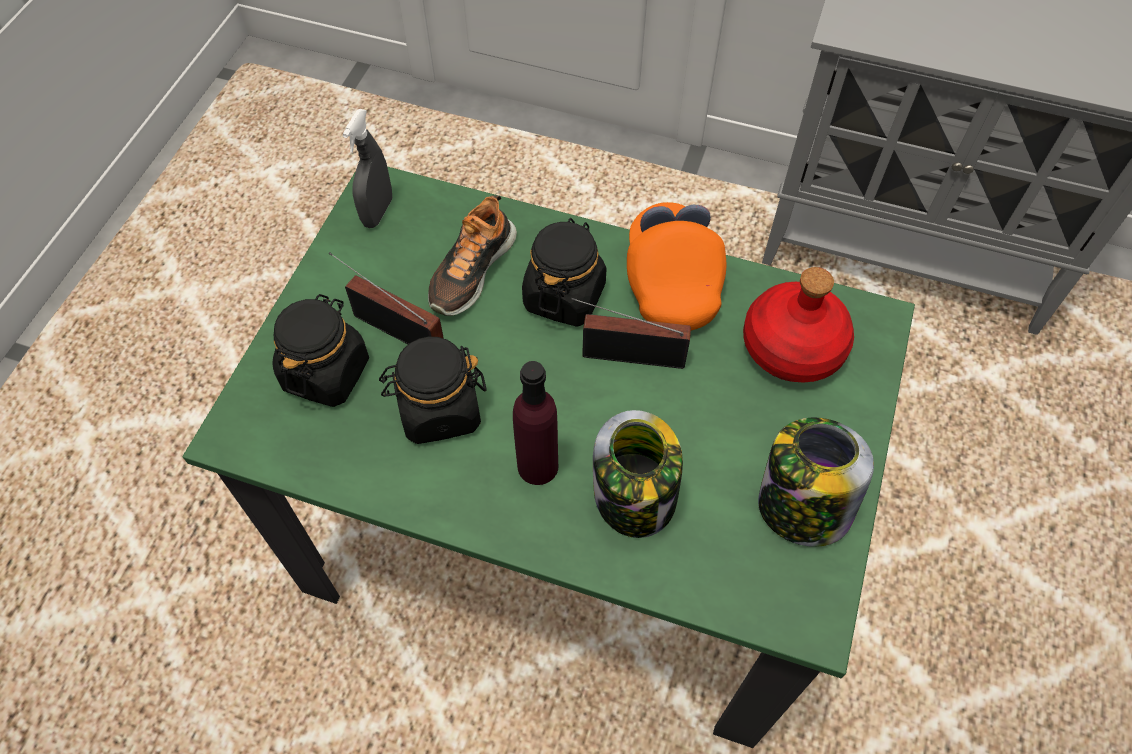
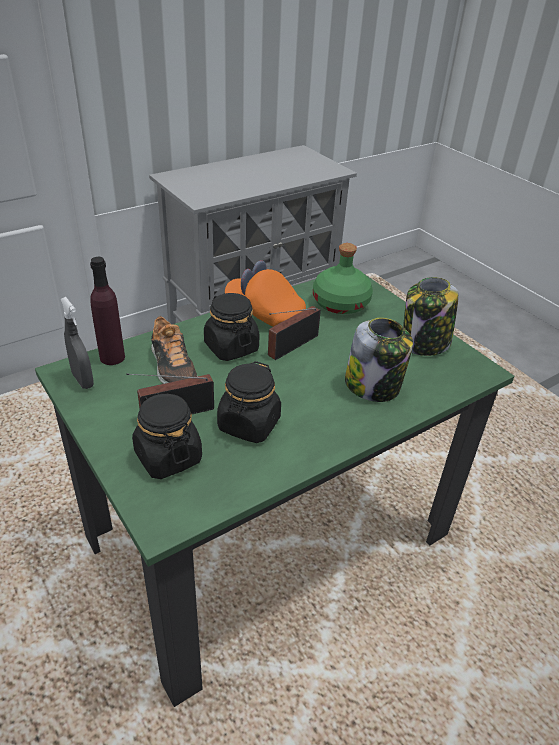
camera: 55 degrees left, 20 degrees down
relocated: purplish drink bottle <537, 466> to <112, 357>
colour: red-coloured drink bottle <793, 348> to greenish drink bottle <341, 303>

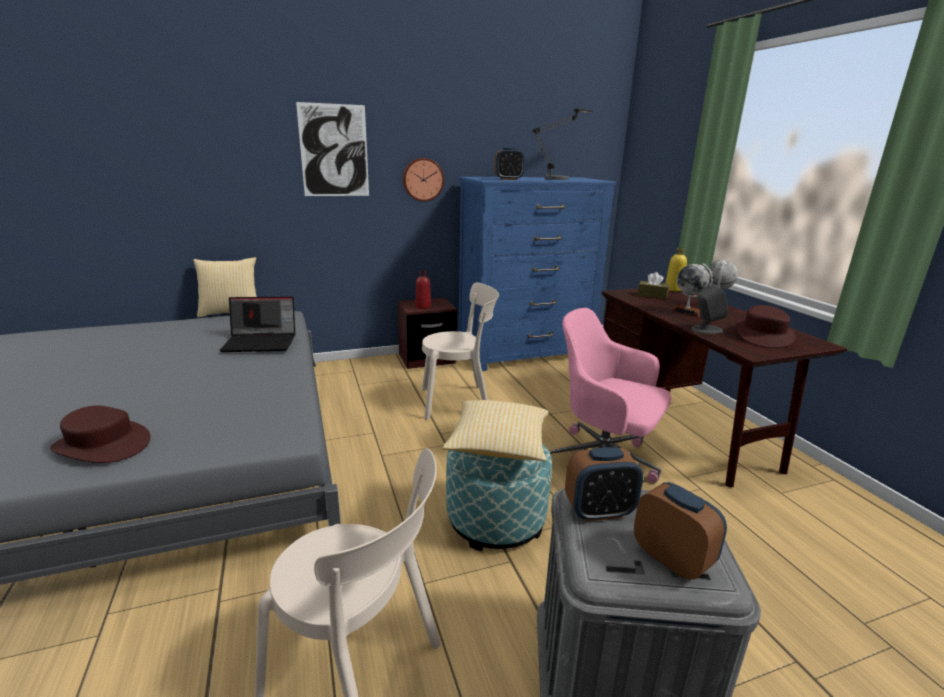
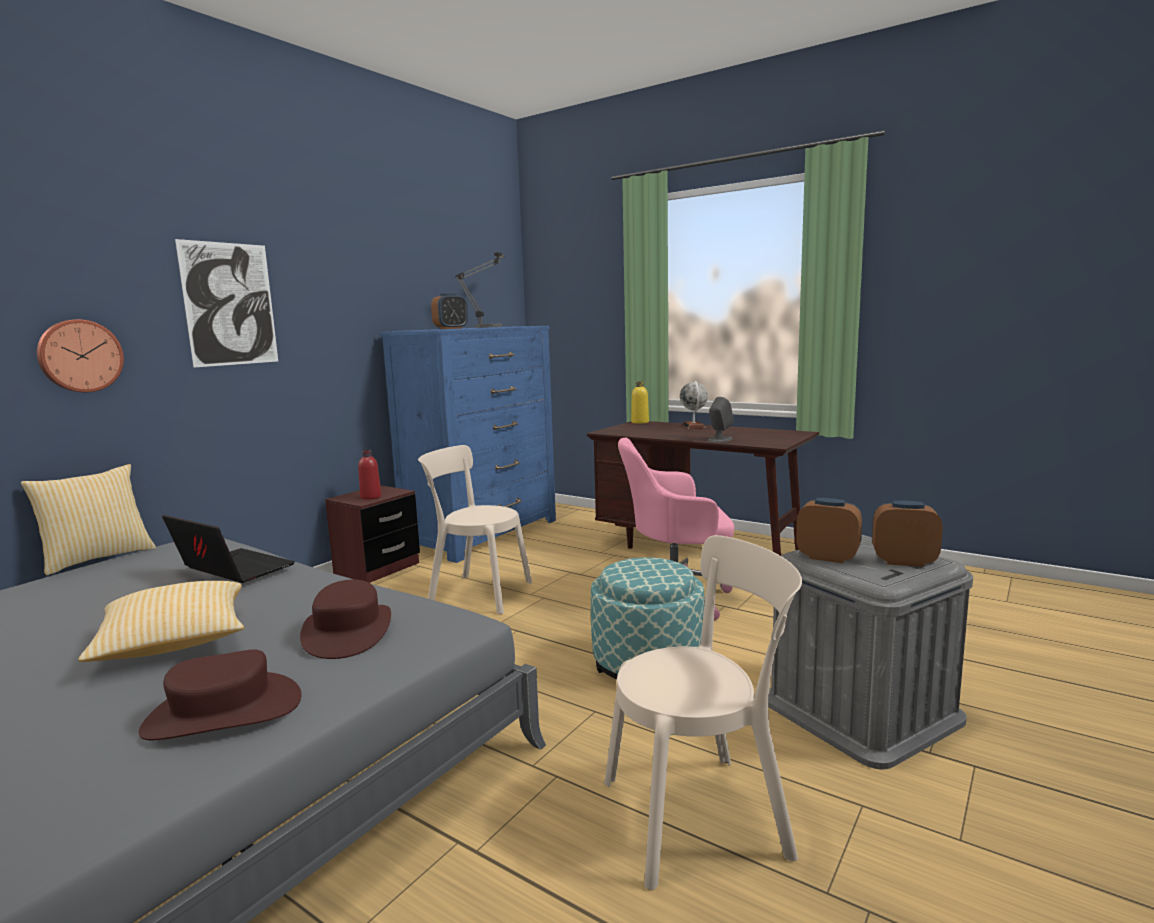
camera: 35 degrees left, 10 degrees down
missing: brown-coloured tissue box <652, 295>; globe <687, 311>
relocated: clock on the wall <422, 179> to <80, 356>; throw pillow <498, 446> to <174, 643>; brown-coloured clothing hat <763, 336> to <348, 631>
spun: laptop <261, 342> = <231, 569> 105 degrees counterclockwise; beige plain chair <459, 402> = <476, 593> 120 degrees counterclockwise; table clock <599, 511> = <827, 557> 105 degrees counterclockwise

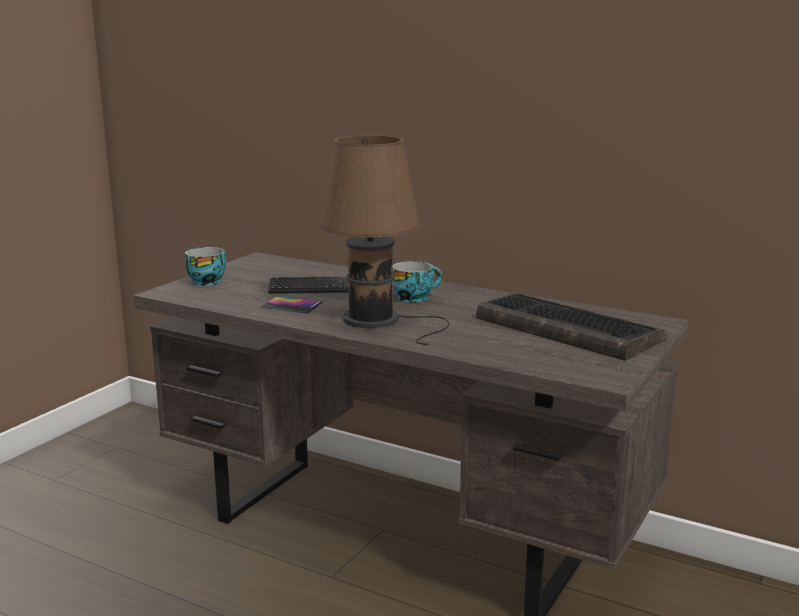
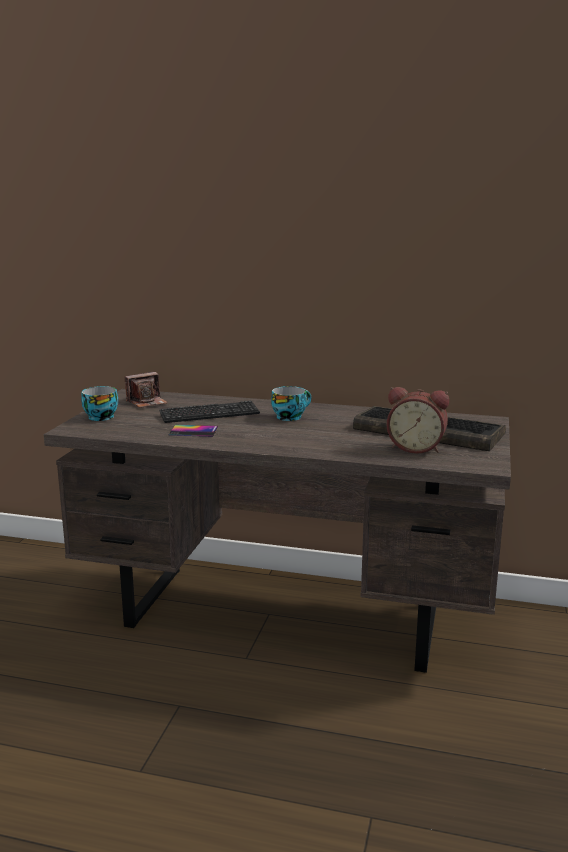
camera: 15 degrees left, 0 degrees up
missing: brown-coloured tabletop lamp <377, 320>
appeared: still camera <147, 402>; table clock <416, 448>

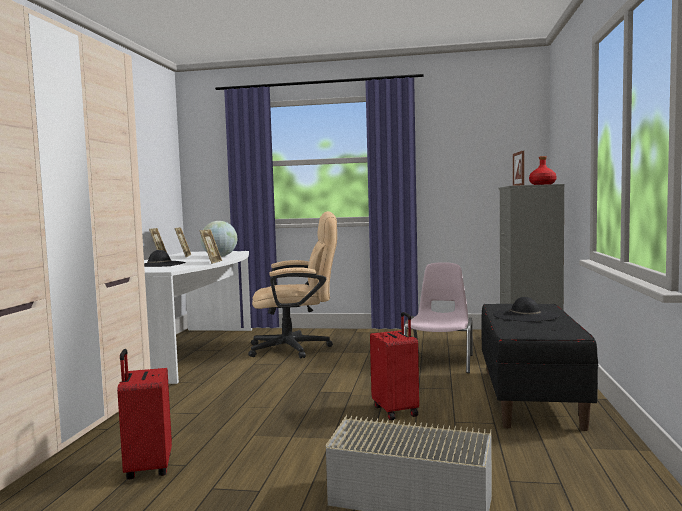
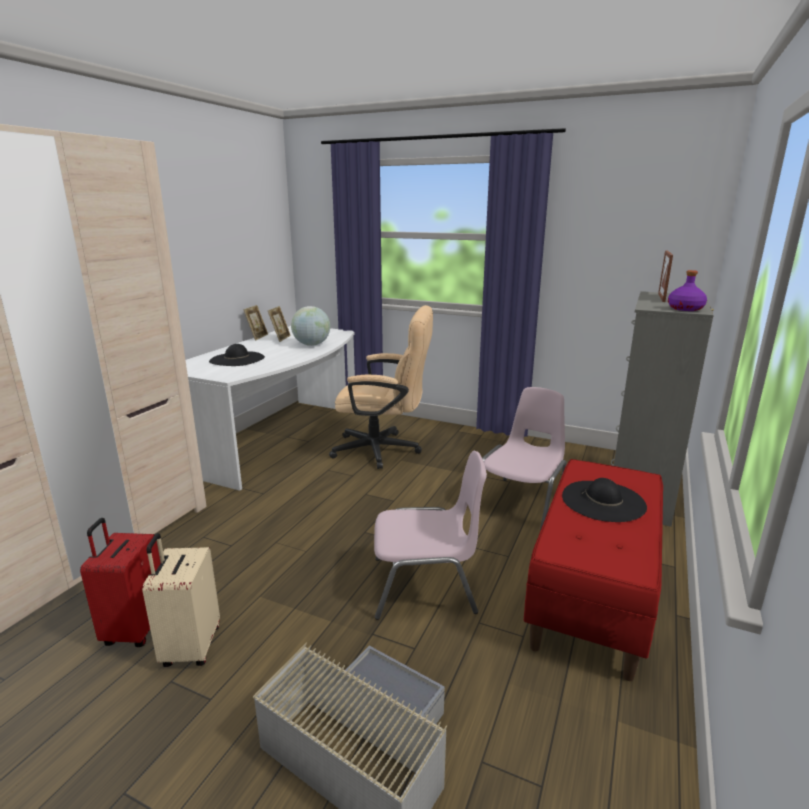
camera: 15 degrees right, 15 degrees up
missing: photo frame <211, 262>
appeared: beige suitcase <190, 647>
exchanged: red-coloured suitcase <396, 411> to pinkish plain chair <425, 586>
colour: blackish indoor bench <531, 397> to red-coloured indoor bench <593, 595>; red-coloured drink bottle <542, 184> to purplish drink bottle <685, 309>

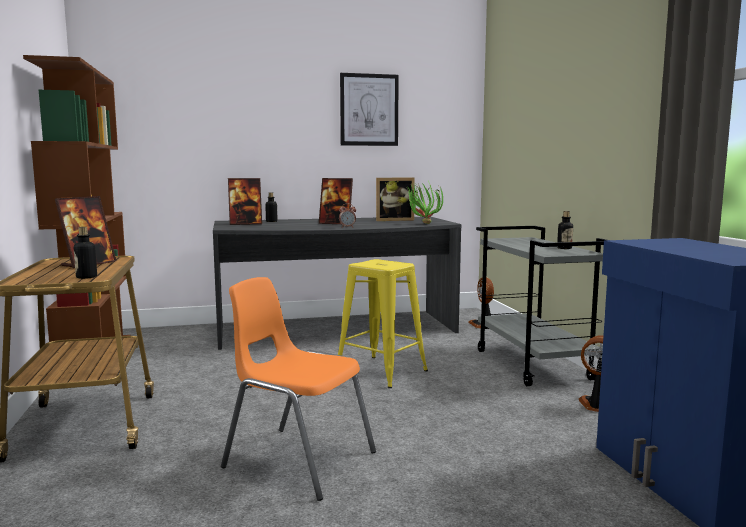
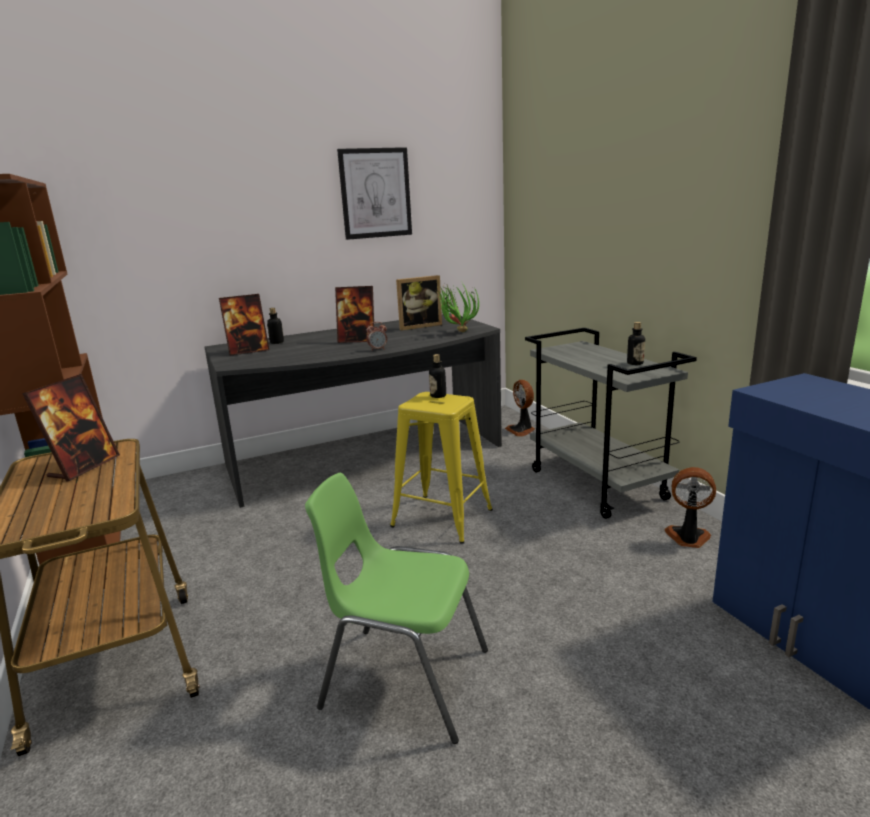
camera: 10 degrees left, 10 degrees up
relocated: drink bottle <86, 277> to <438, 396>
colour: orange plain chair <297, 459> to greenish plain chair <403, 678>

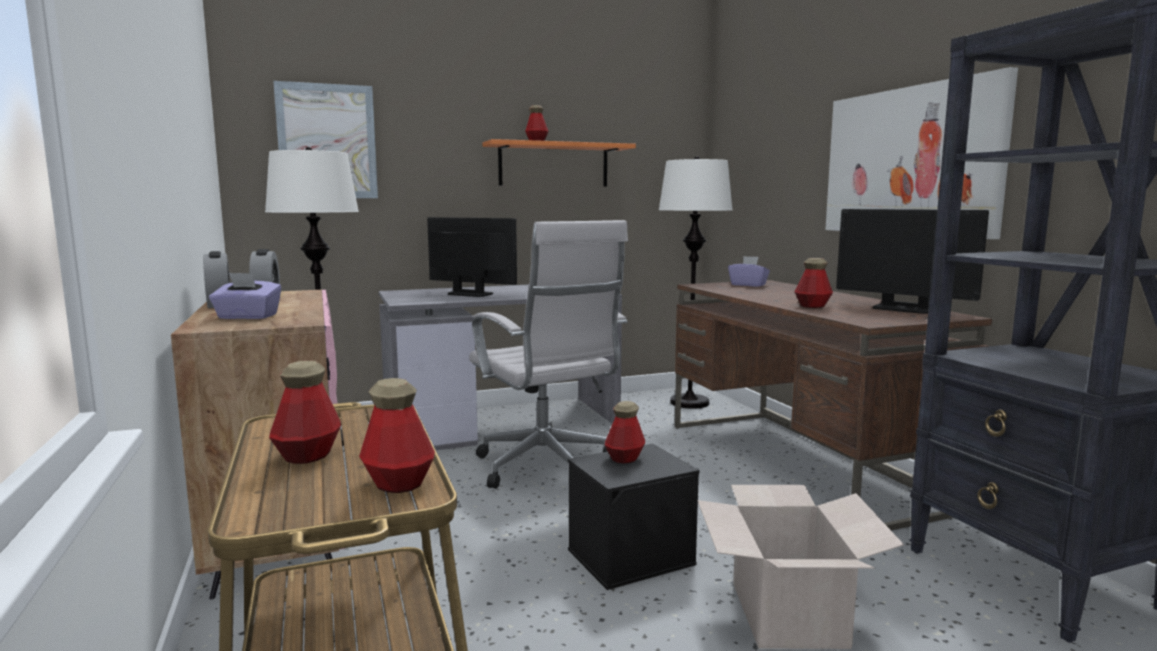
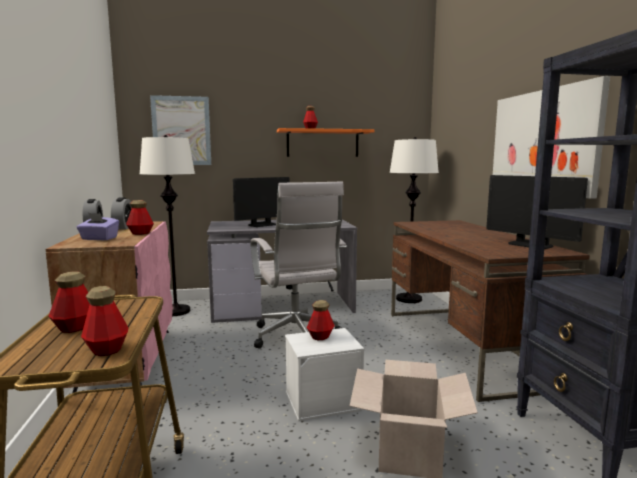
camera: 10 degrees right, 0 degrees up
missing: purplish tissue box <748, 285>
relocated: drink bottle <812, 306> to <140, 233>
colour: blackish storage box <631, 556> to whitish storage box <323, 400>
spun: computer screen <470, 294> = <262, 225> 105 degrees clockwise

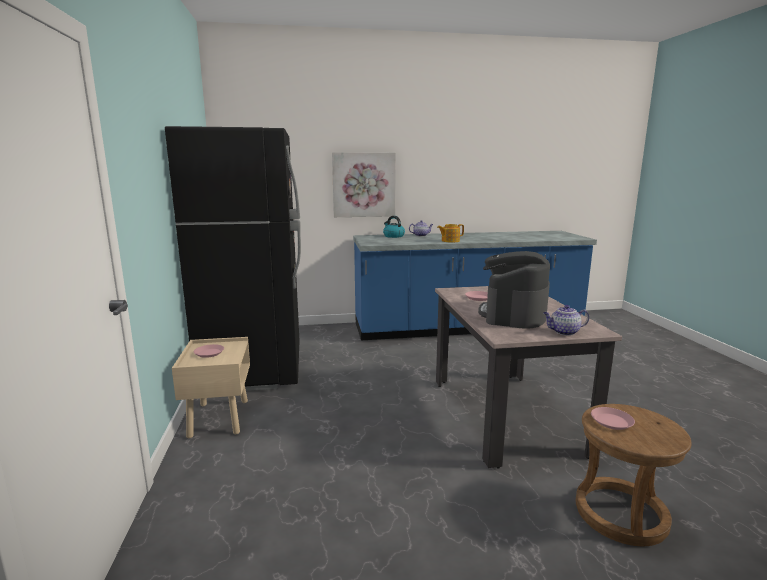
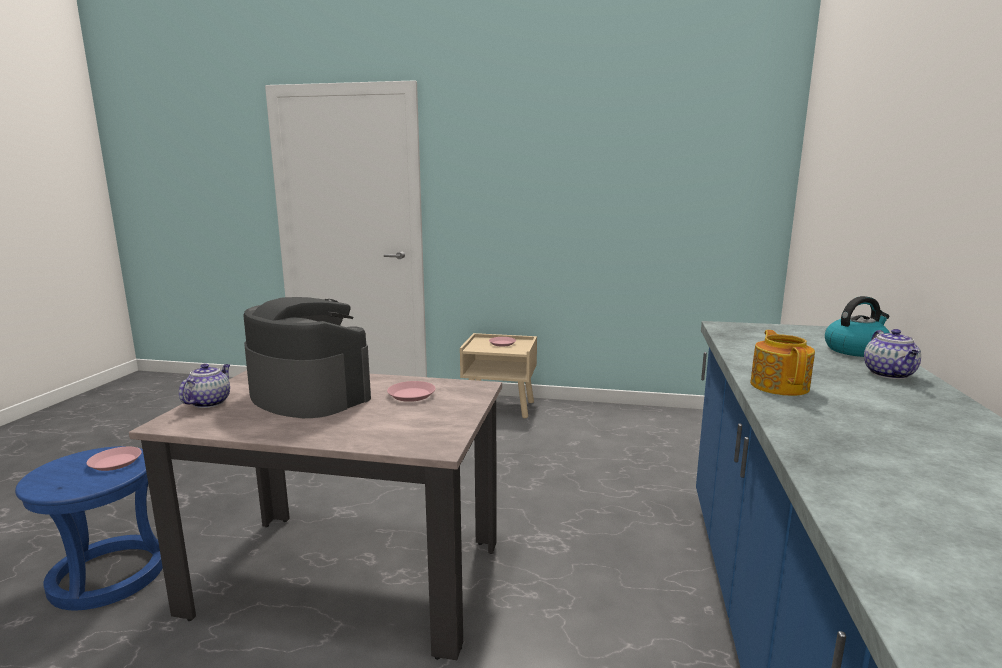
camera: 110 degrees right, 0 degrees up
missing: blackish kitchen fridge <254, 368>; picture <364, 185>
colour: brown-coloured stool seat <620, 514> to bluish stool seat <108, 575>

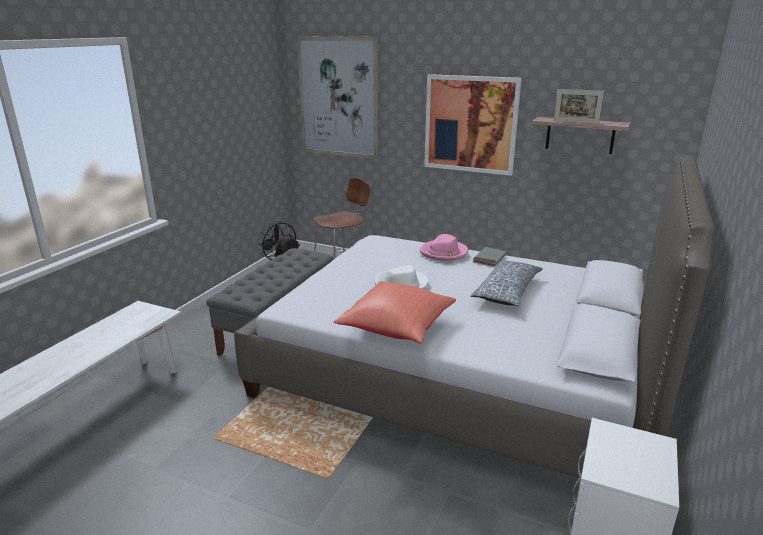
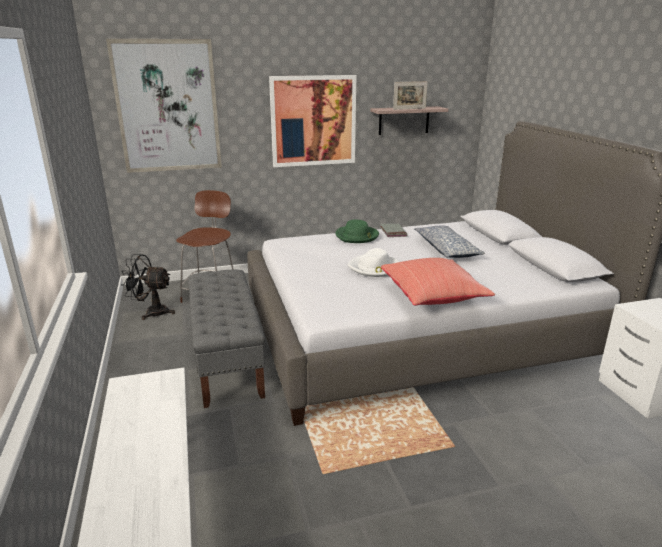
camera: 40 degrees left, 0 degrees up
colour: pinkish clothing hat <444, 252> to greenish clothing hat <357, 236>

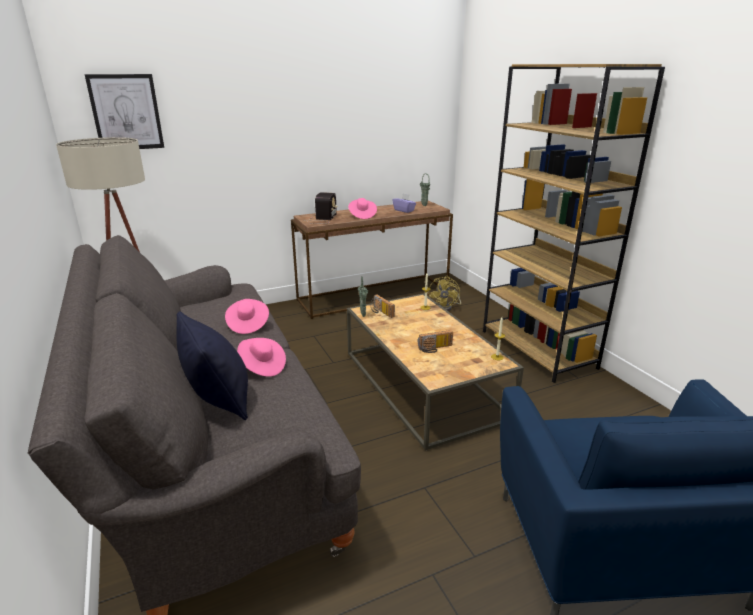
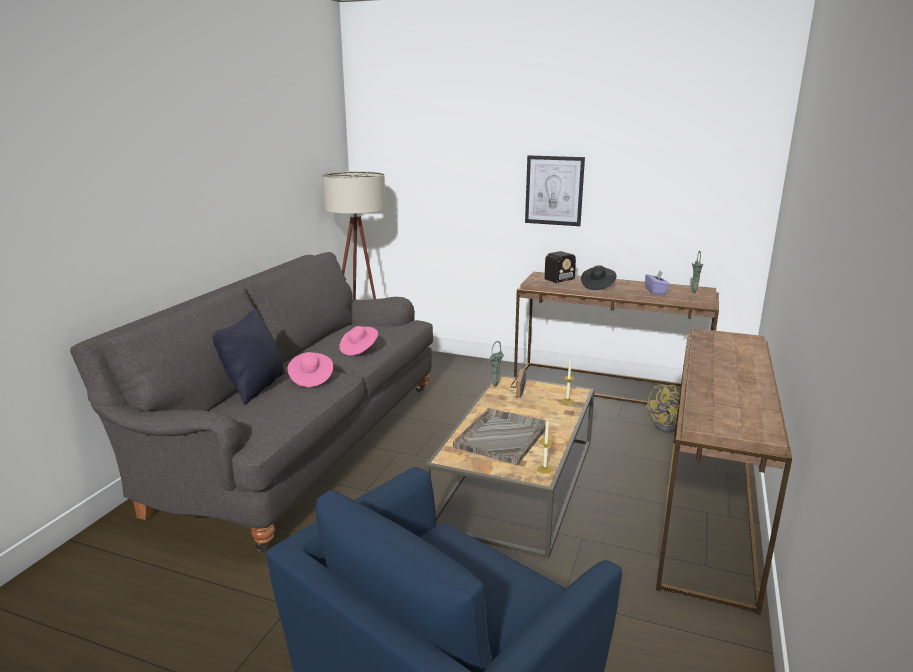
camera: 45 degrees right, 5 degrees down
relocated: picture <126, 112> to <554, 190>
exchanged: radio receiver <435, 349> to grey serving tray <502, 436>; brown-coloured shelving unit <538, 349> to brown-coloured hall table <710, 515>
colour: pinkish clothing hat <362, 215> to blackish clothing hat <597, 286>

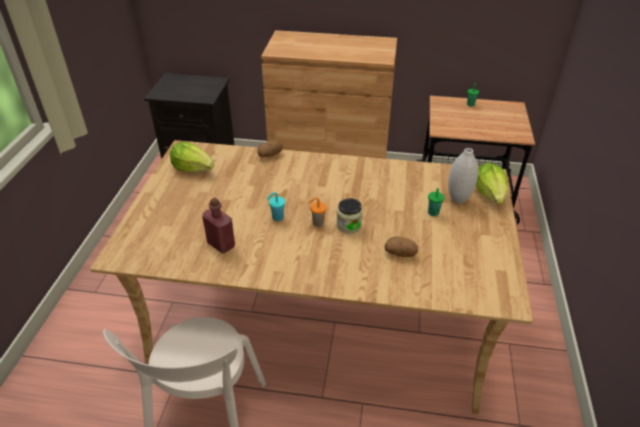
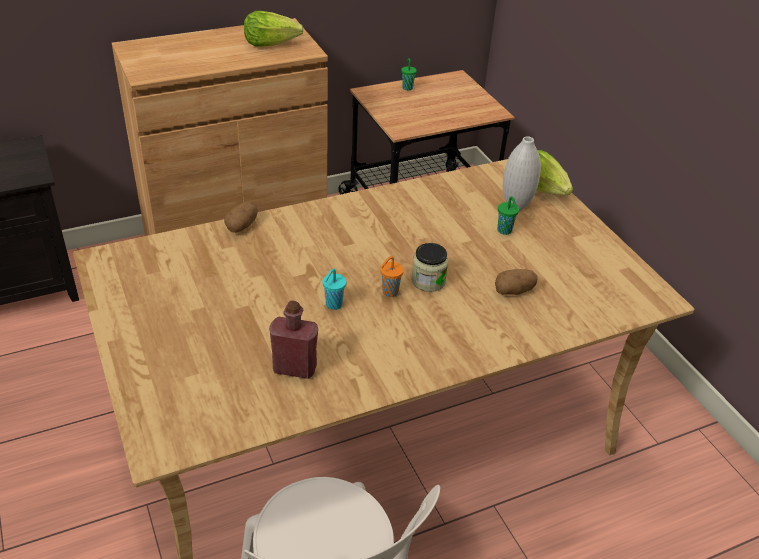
camera: 35 degrees left, 0 degrees up
relocated: lettuce head <193, 168> to <271, 43>

